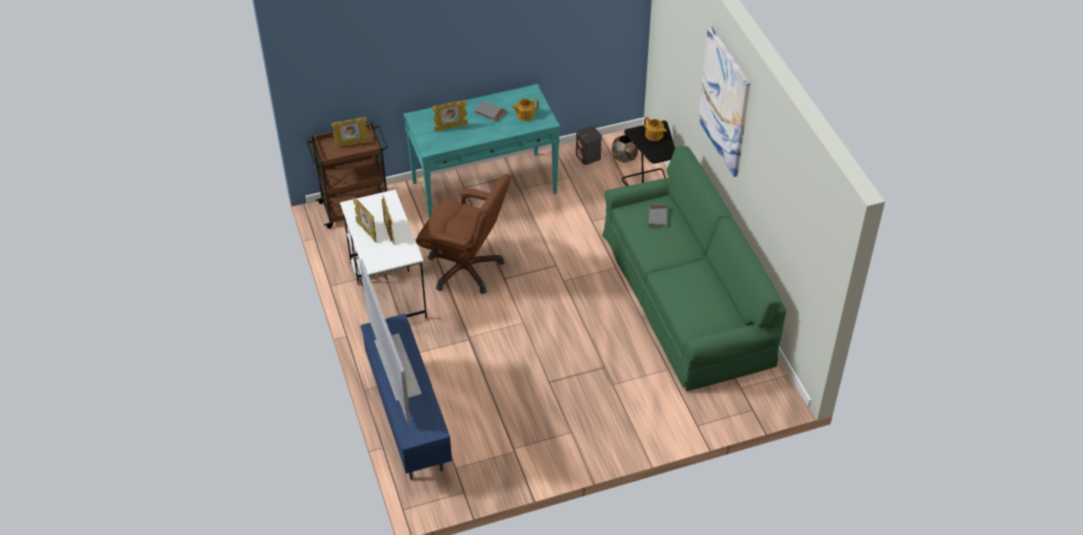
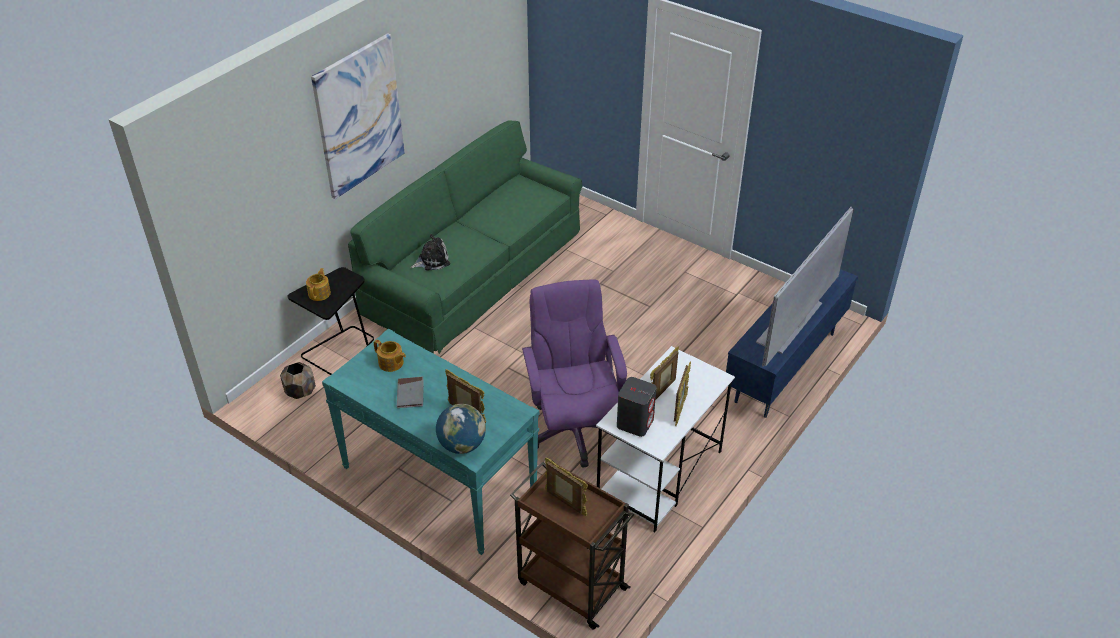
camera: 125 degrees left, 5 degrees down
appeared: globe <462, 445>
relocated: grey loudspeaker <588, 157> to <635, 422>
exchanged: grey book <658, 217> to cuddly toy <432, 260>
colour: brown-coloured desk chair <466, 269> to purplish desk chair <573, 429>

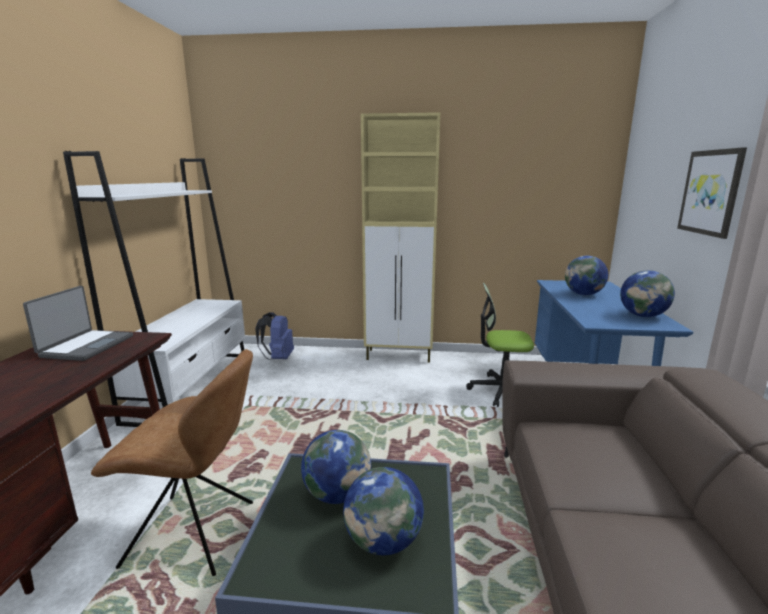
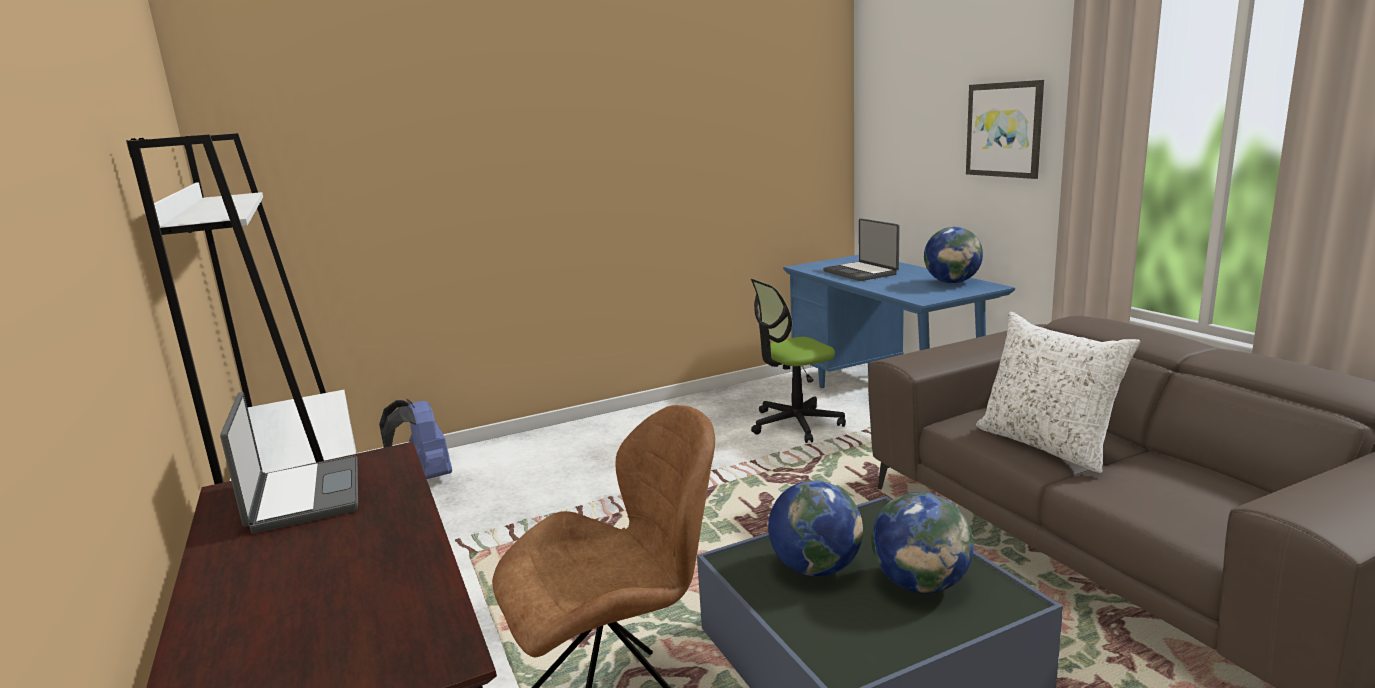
camera: 30 degrees left, 0 degrees up
missing: beige cupboard <399, 356>
appeared: whitish throw pillow <1047, 445>
exchanged: globe <583, 294> to laptop <861, 272>

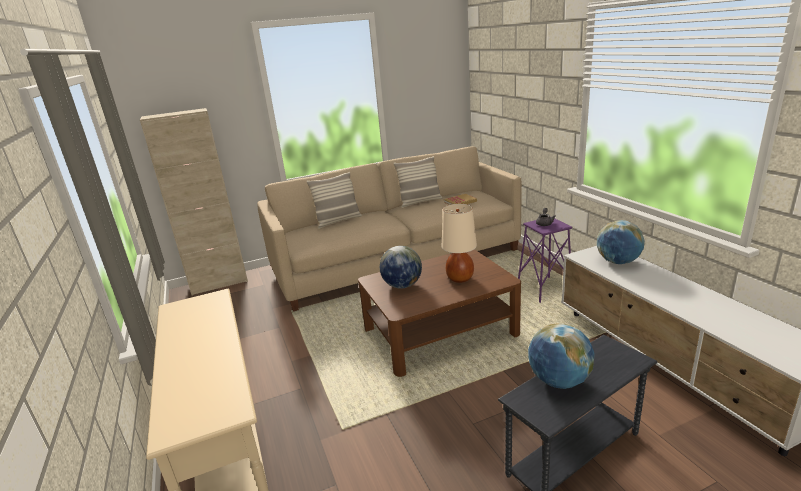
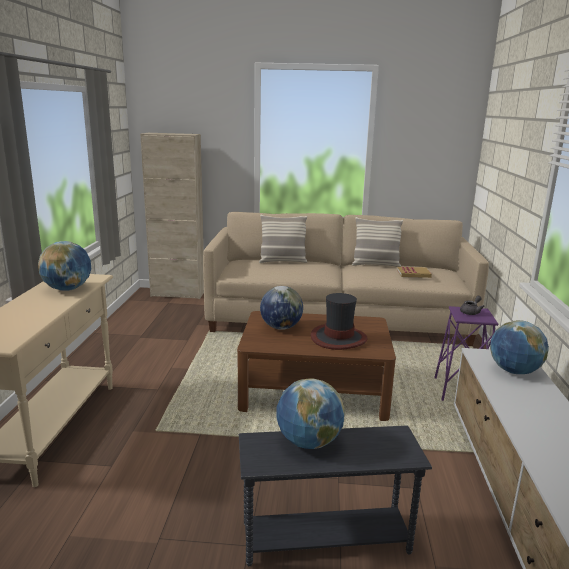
camera: 25 degrees right, 5 degrees down
appeared: globe <68, 289>
exchanged: beige tabletop lamp <459, 279> to clothing hat <338, 338>

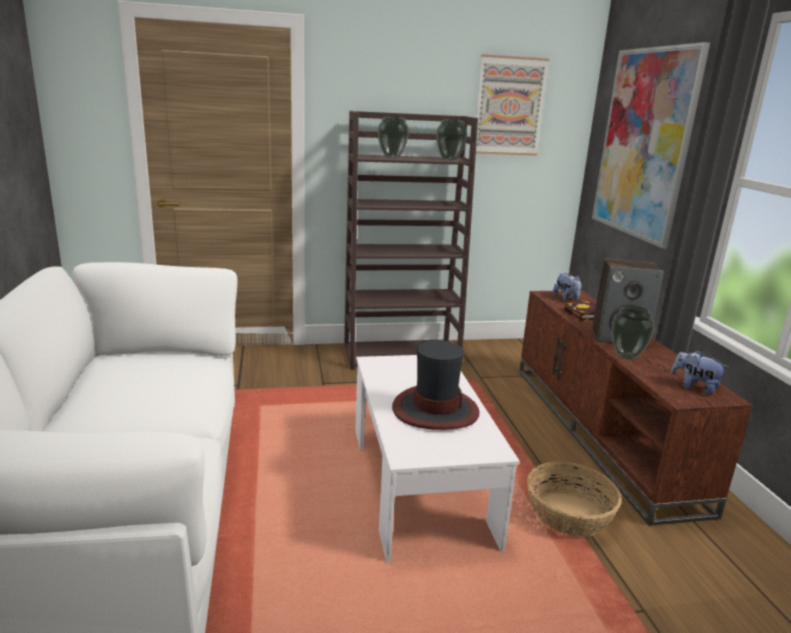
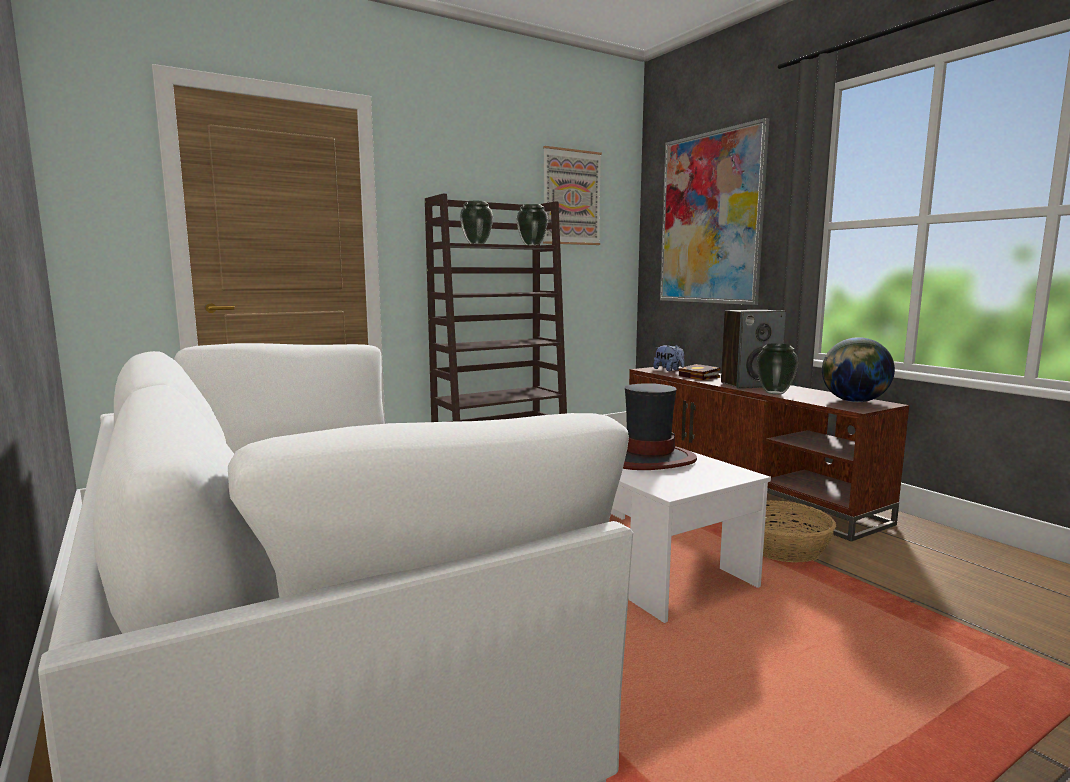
camera: 20 degrees left, 10 degrees down
exchanged: cuddly toy <694, 387> to globe <854, 401>

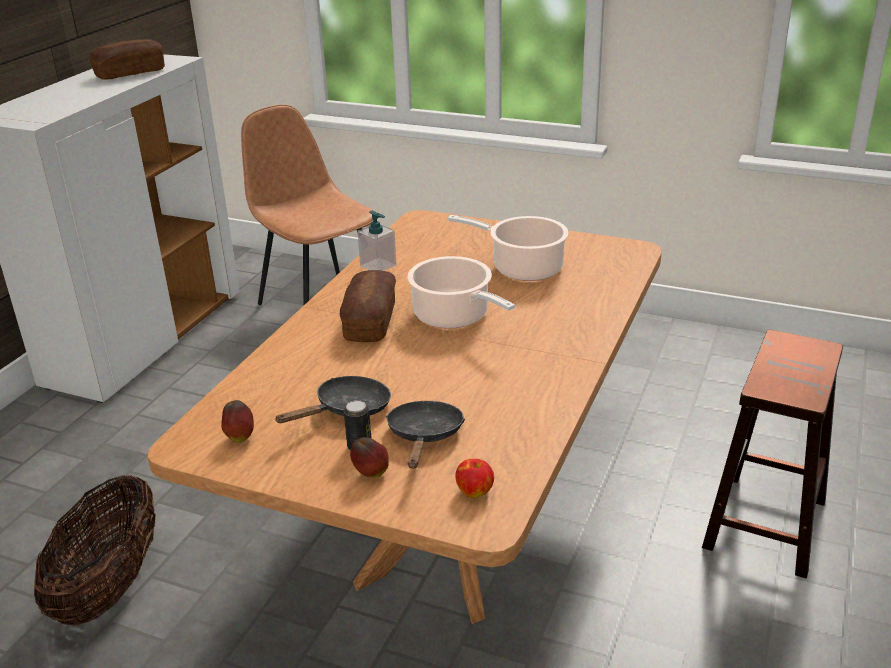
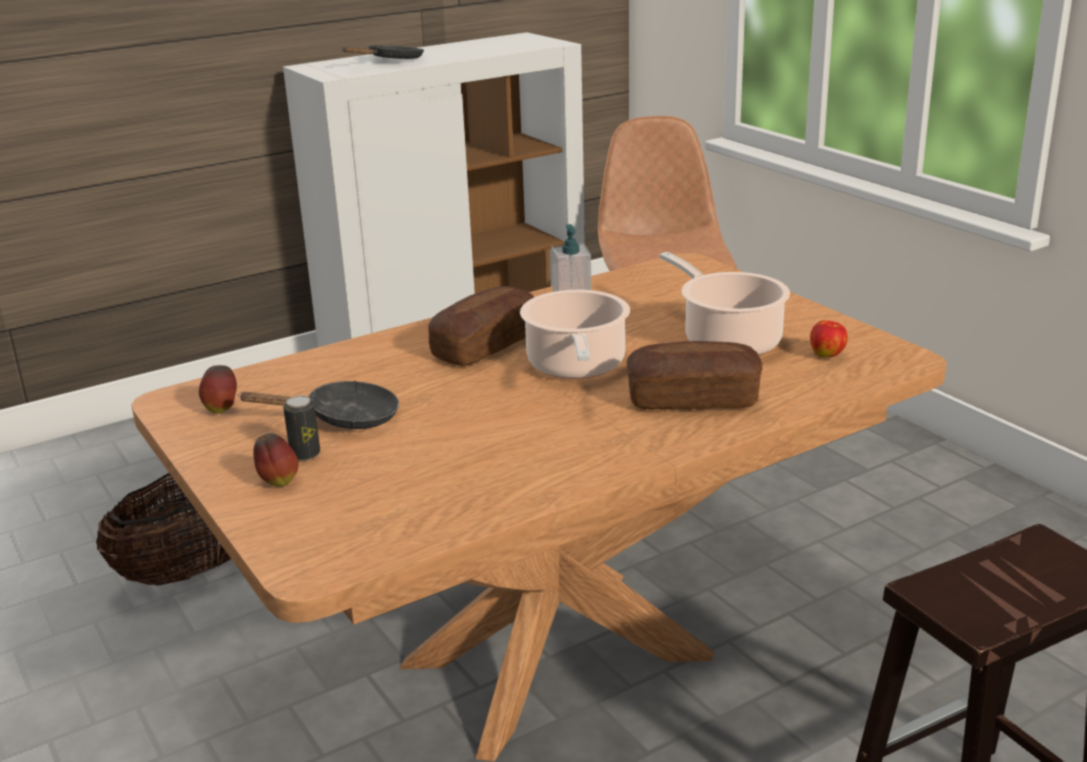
camera: 35 degrees right, 5 degrees down
relocated: baked bread <130, 73> to <693, 399>; blackish frying pan <424, 436> to <392, 61>; apple <475, 491> to <827, 355>

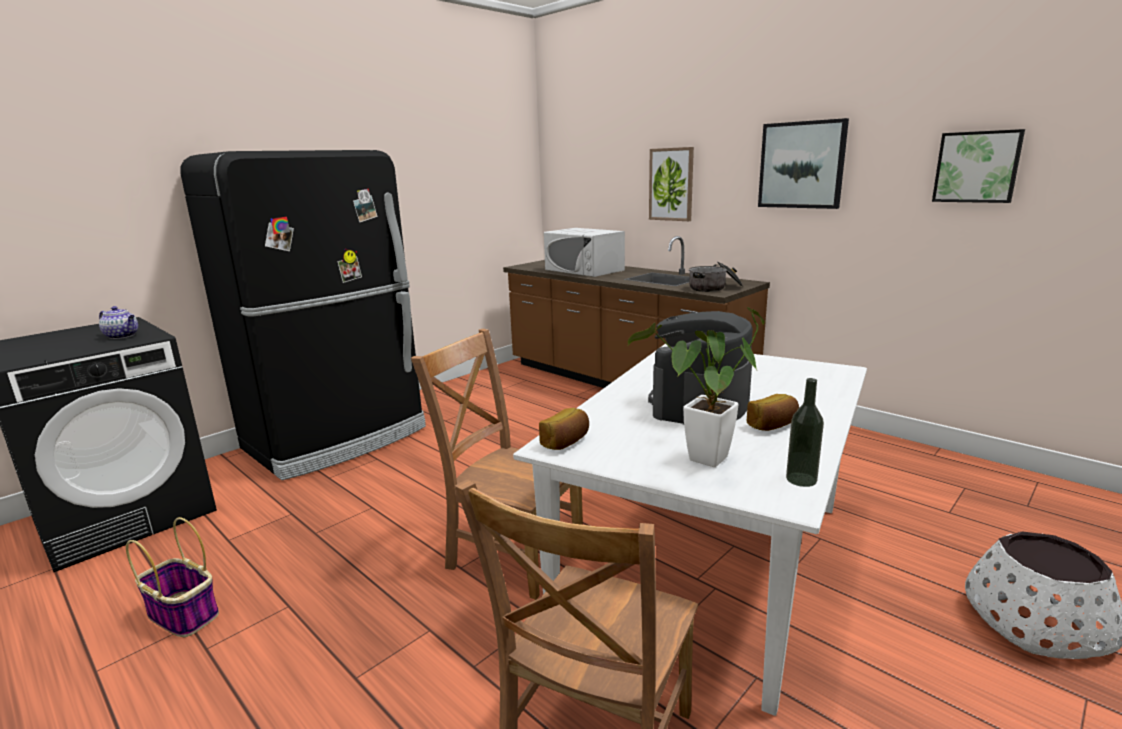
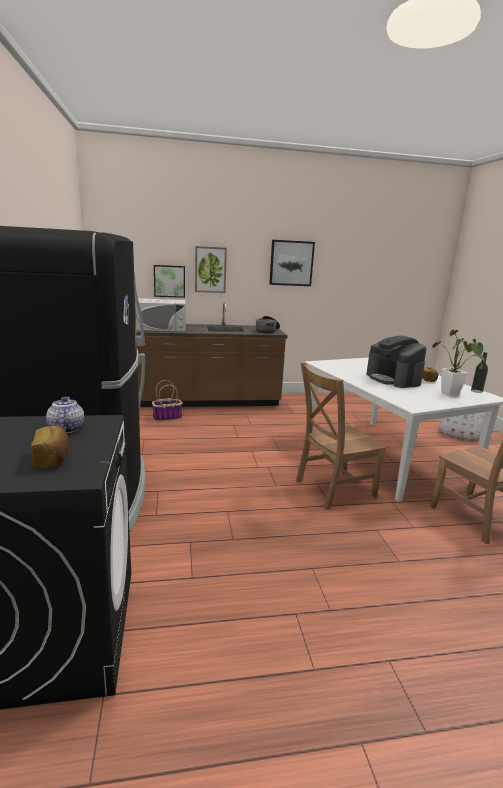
camera: 55 degrees left, 0 degrees up
relocated: basket <184, 615> to <167, 417>; baked bread <566, 442> to <52, 458>; picture <977, 167> to <169, 281>
spun: pot for tea <123, 336> = <66, 428> 75 degrees counterclockwise

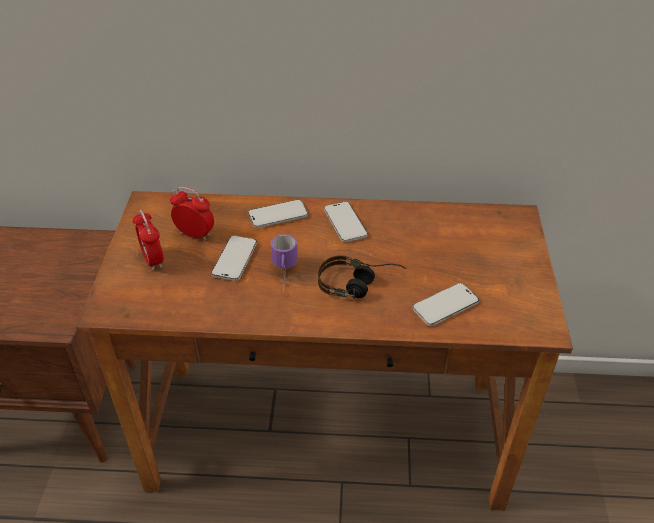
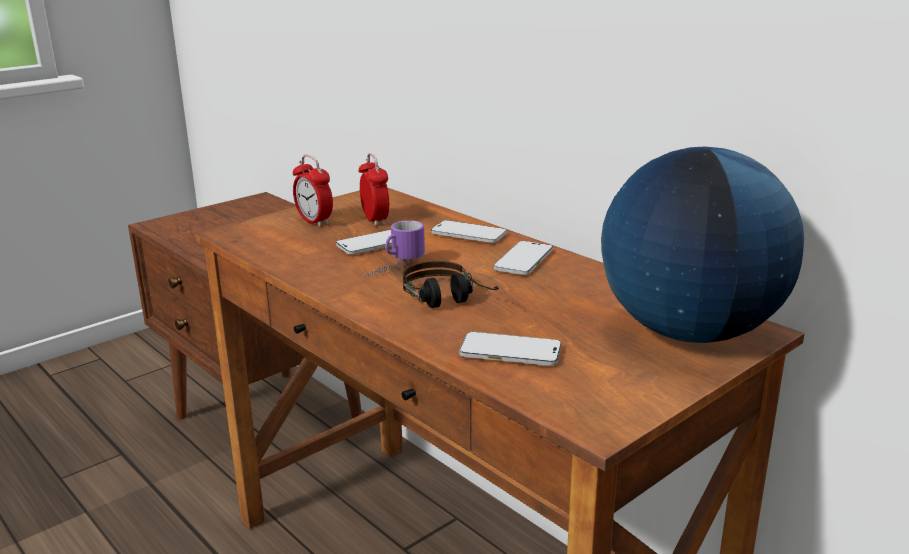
camera: 45 degrees right, 20 degrees down
appeared: globe <689, 332>
spun: table clock <153, 260> = <314, 222> 60 degrees counterclockwise

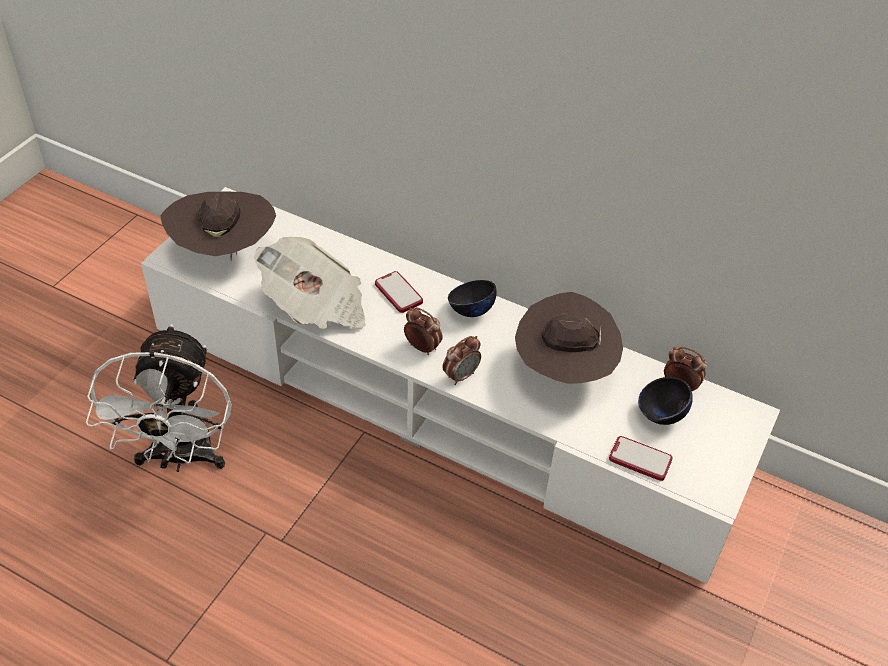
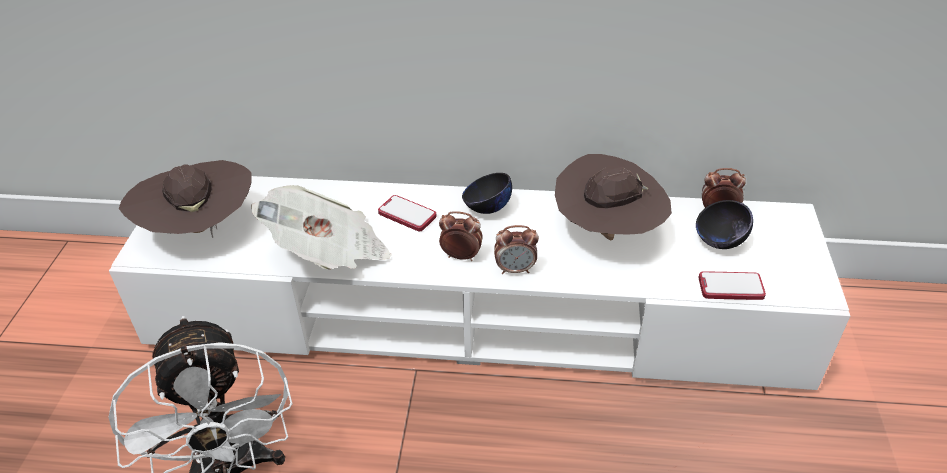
camera: 20 degrees left, 5 degrees down
spun: table clock <461, 376> = <515, 269> 60 degrees clockwise

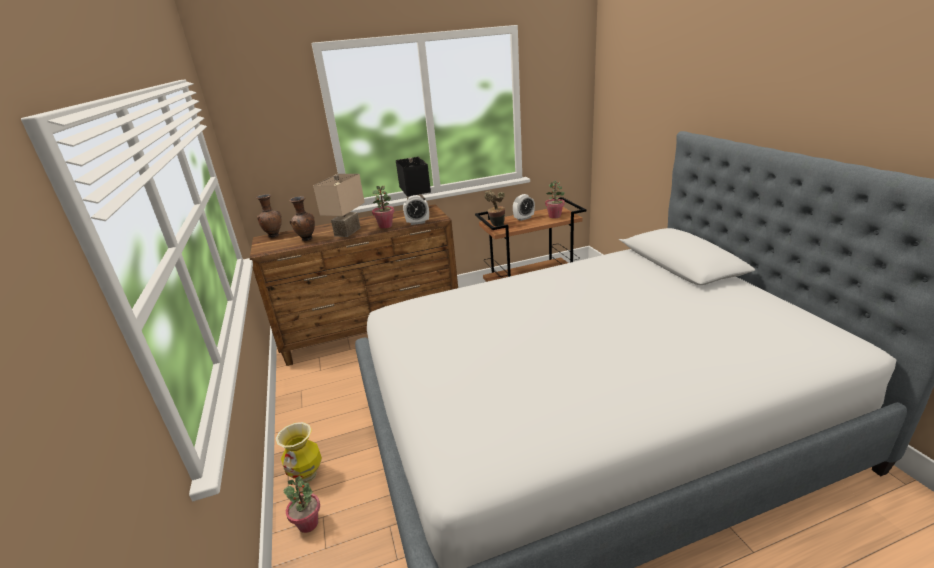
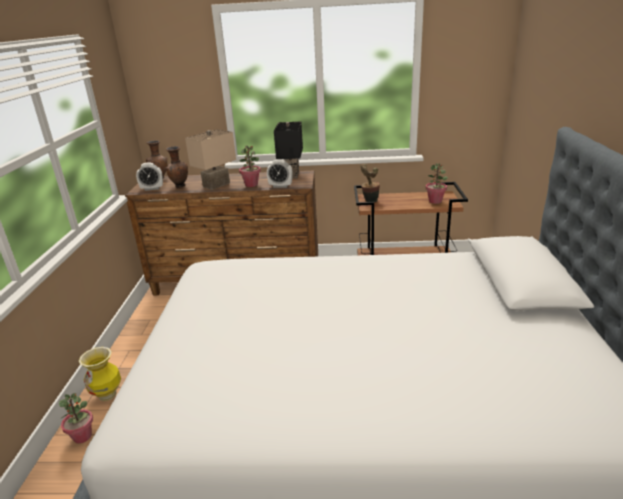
camera: 20 degrees right, 0 degrees up
relocated: table clock <524, 218> to <152, 189>

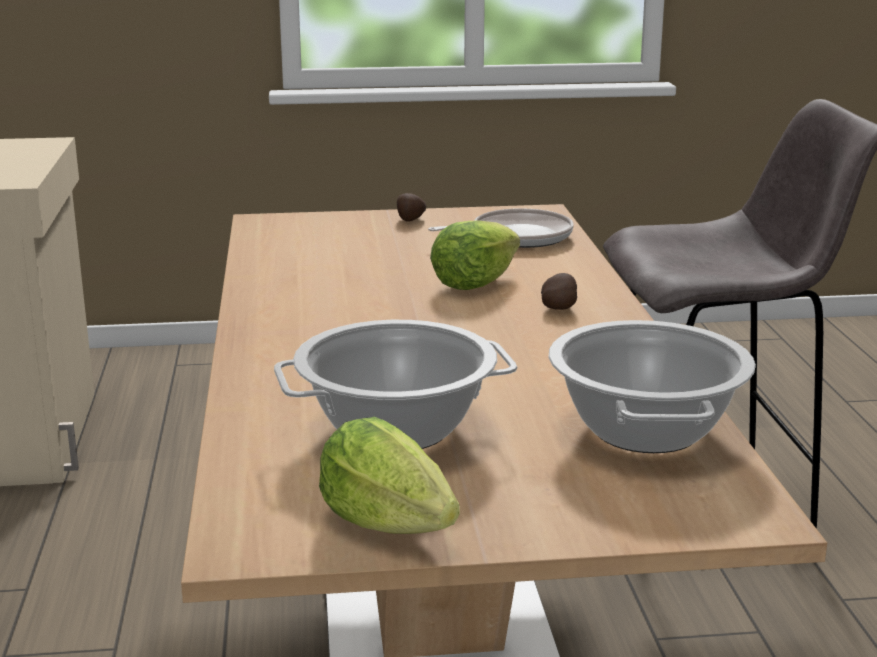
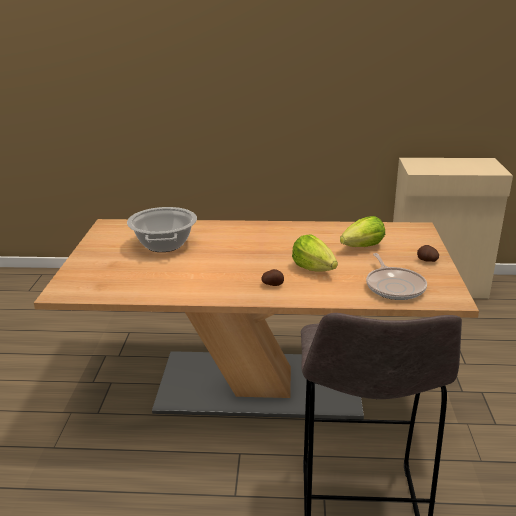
camera: 100 degrees right, 5 degrees up
missing: saucepot <646, 430>
relocated: lettuce head <387, 523> to <363, 247>

